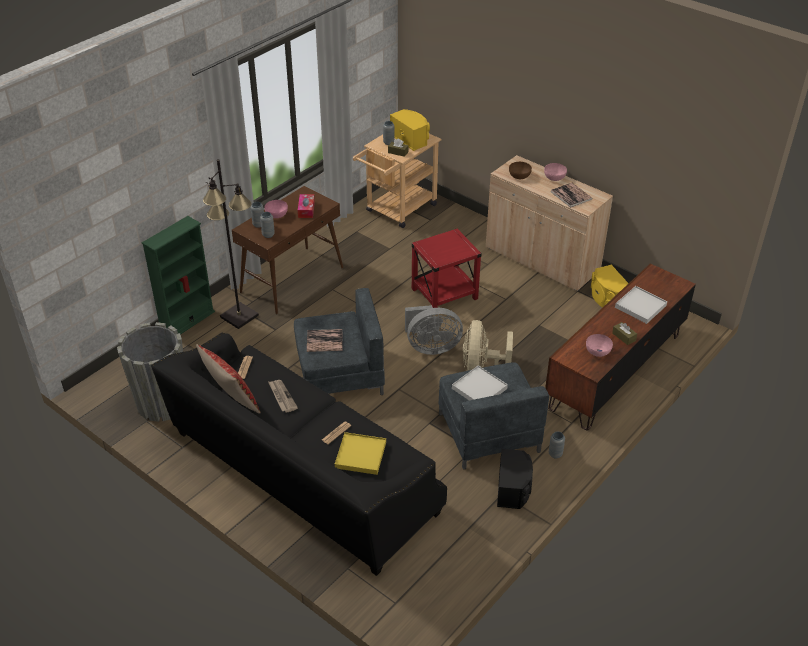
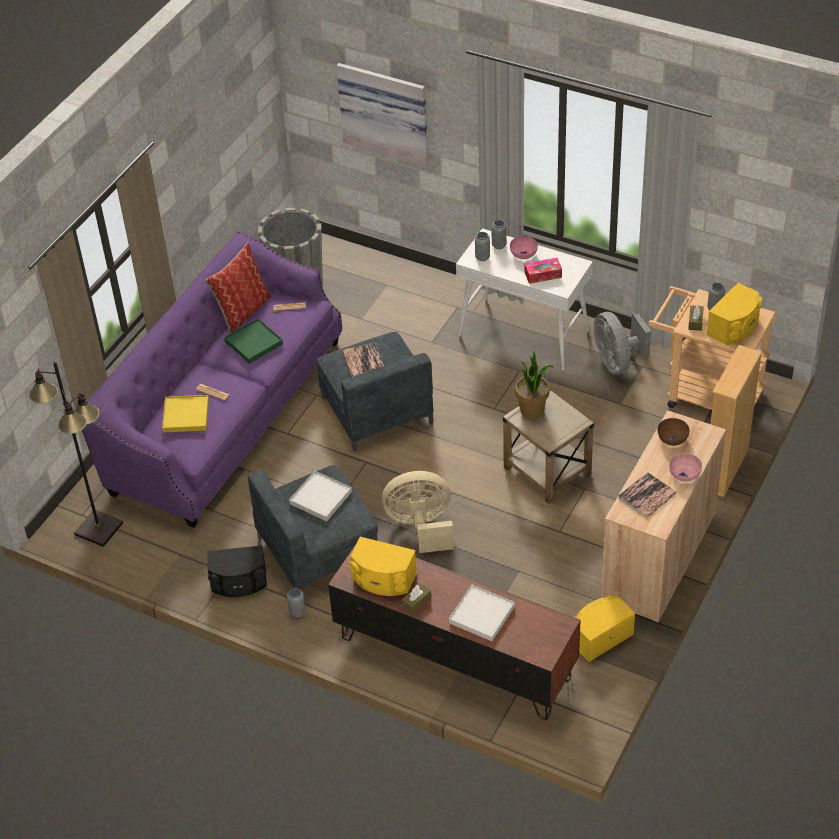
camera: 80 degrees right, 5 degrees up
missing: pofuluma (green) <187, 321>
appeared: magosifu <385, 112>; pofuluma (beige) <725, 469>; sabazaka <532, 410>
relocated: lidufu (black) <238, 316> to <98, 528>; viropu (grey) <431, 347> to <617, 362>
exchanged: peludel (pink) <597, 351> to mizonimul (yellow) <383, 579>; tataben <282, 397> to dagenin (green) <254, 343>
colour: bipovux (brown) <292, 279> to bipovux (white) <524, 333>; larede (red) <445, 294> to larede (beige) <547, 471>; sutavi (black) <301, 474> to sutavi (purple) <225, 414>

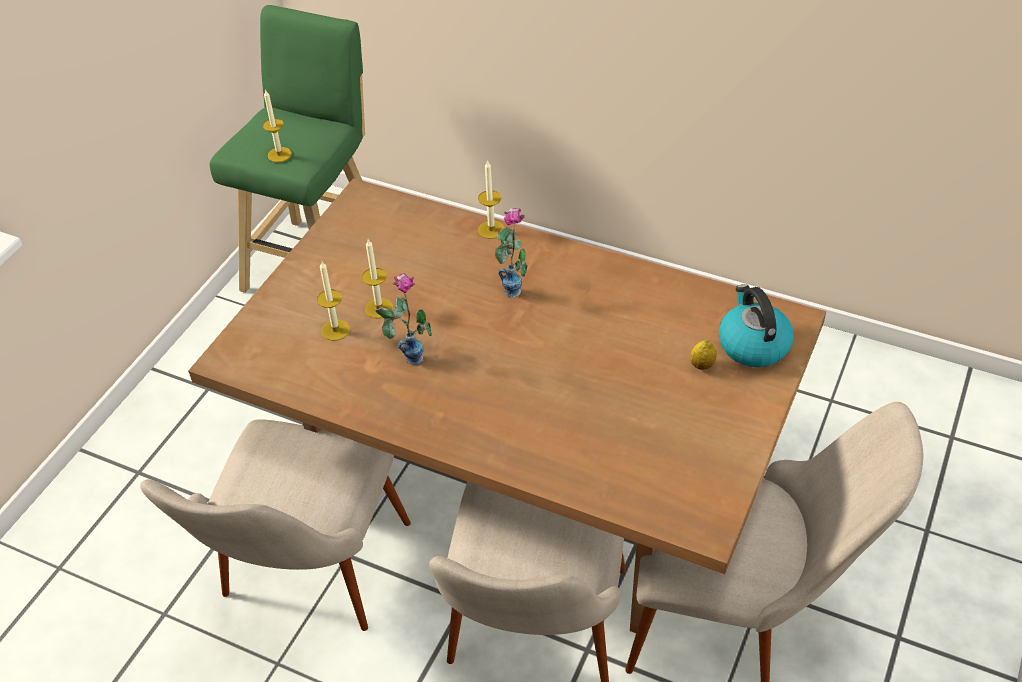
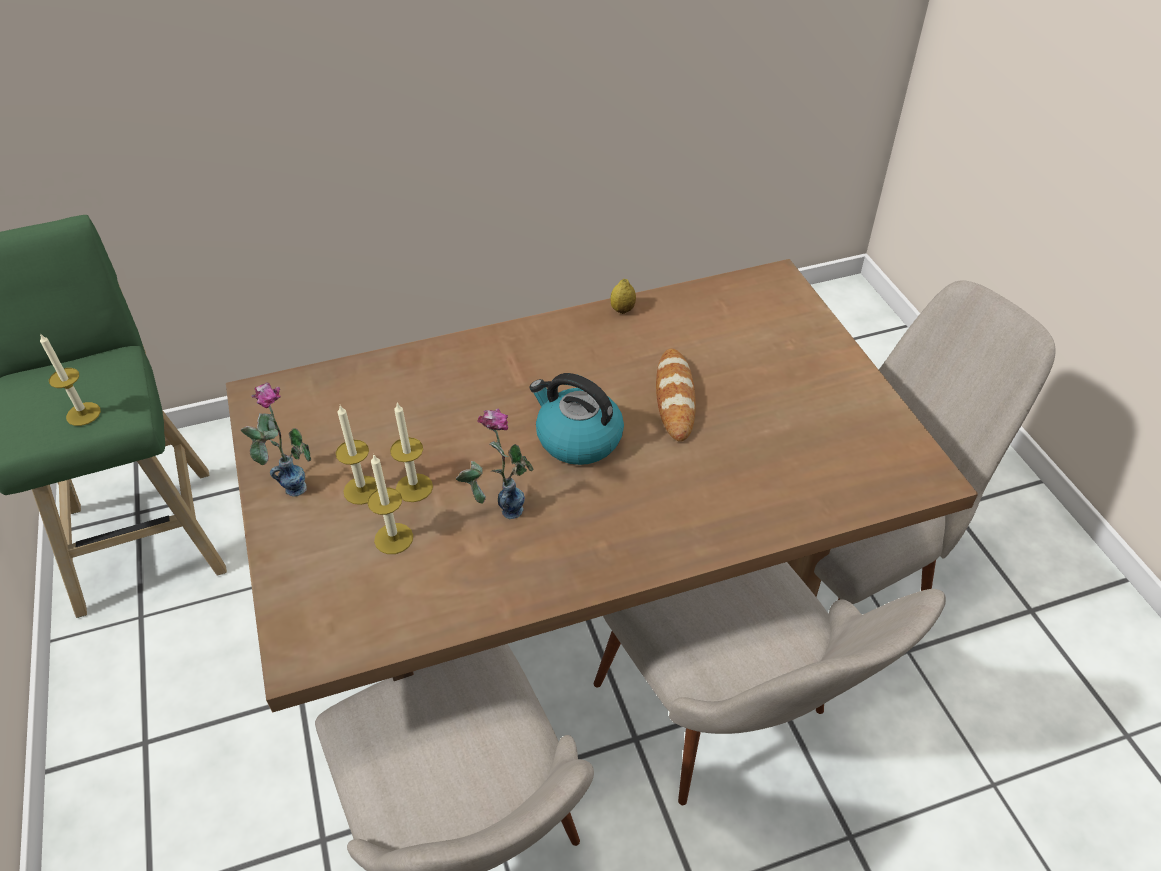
camera: 45 degrees left, 0 degrees up
appeared: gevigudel <675, 398>
relocated: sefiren <491, 229> to <362, 490>; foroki <513, 284> to <288, 480>; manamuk <752, 345> to <577, 439>; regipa <702, 365> to <622, 310>

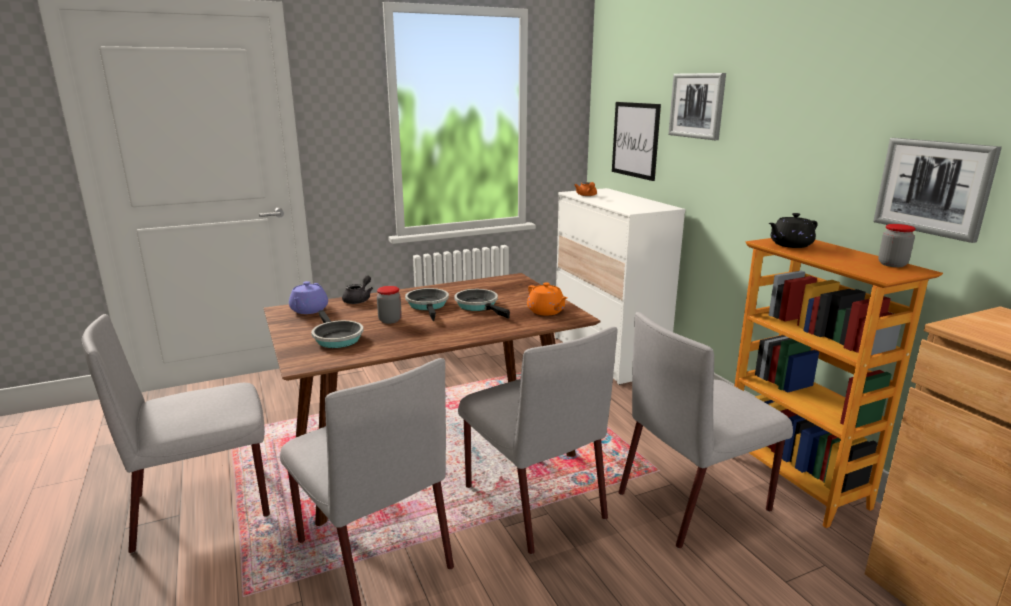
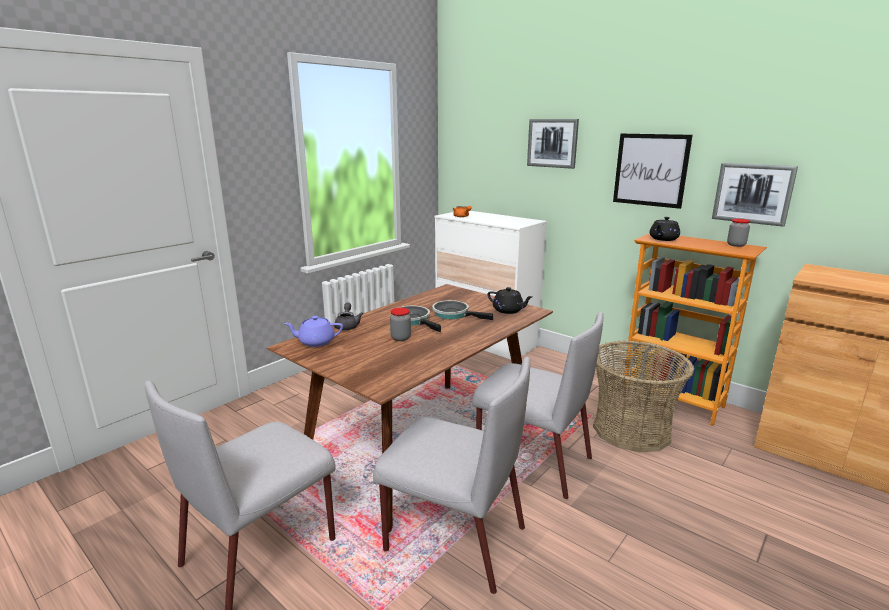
camera: 25 degrees left, 0 degrees up
missing: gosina <336, 338>
relocated: magosifu <635, 140> to <650, 170>
exchanged: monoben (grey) <695, 501> to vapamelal <631, 430>
colour: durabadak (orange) <546, 311> to durabadak (black) <508, 310>
spun: durabadak (purple) <309, 310> = <315, 342> 105 degrees clockwise

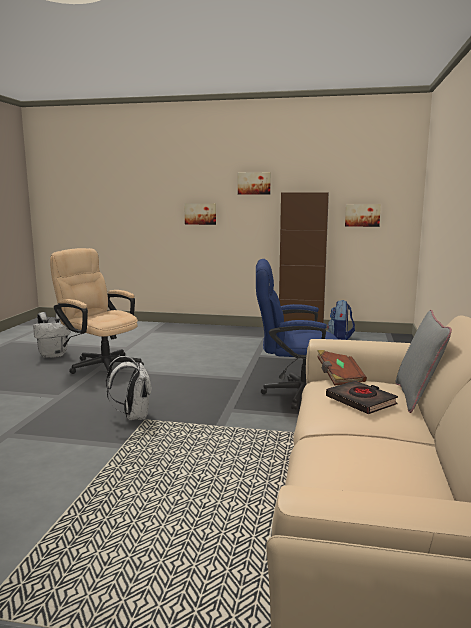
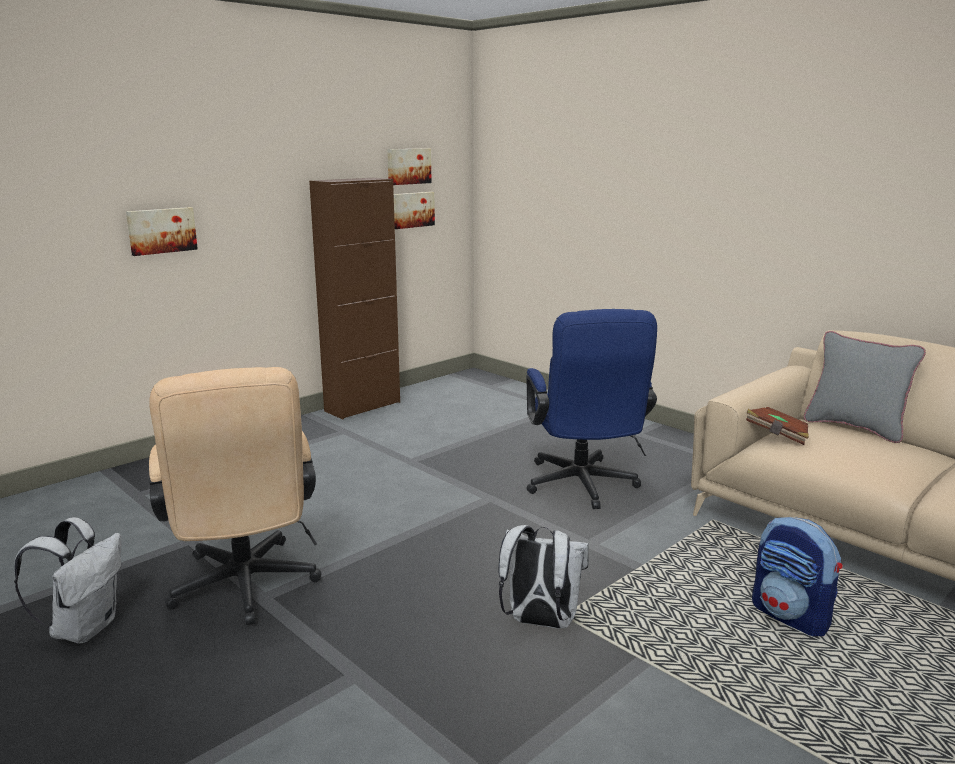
camera: 55 degrees left, 5 degrees up
missing: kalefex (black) <361, 401>
relocated: magosifu <254, 183> to <408, 166>; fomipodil <340, 338> to <791, 616>
spun: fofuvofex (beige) <101, 365> = <245, 590> 90 degrees counterclockwise; fofuvofex (blue) <295, 394> = <582, 487> 45 degrees counterclockwise

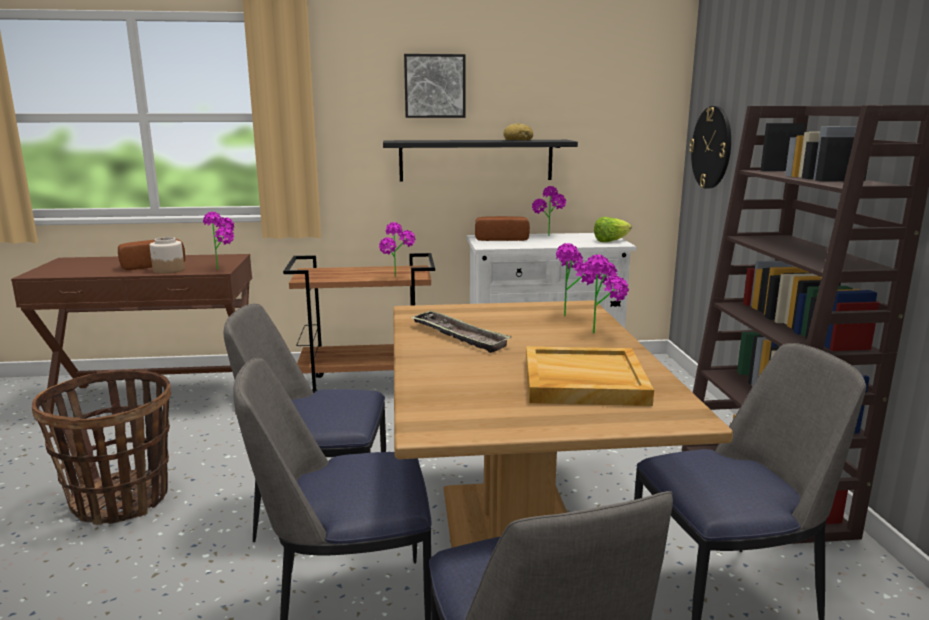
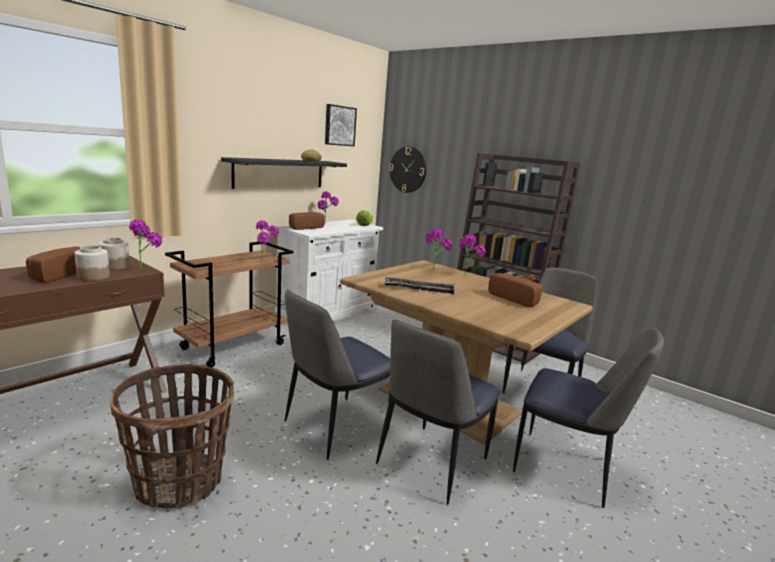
camera: 45 degrees left, 0 degrees up
appeared: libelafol <115, 266>
relocated: magosifu <434, 86> to <339, 125>
exchanged: dagenin (beige) <582, 381> to gevigudel <515, 299>

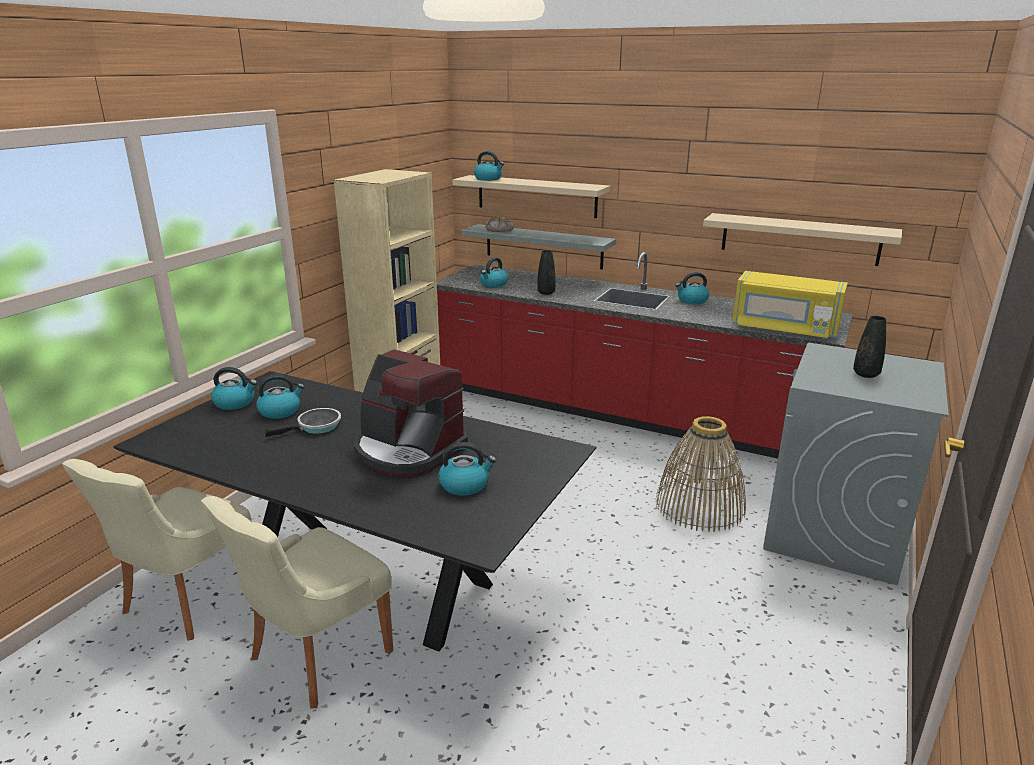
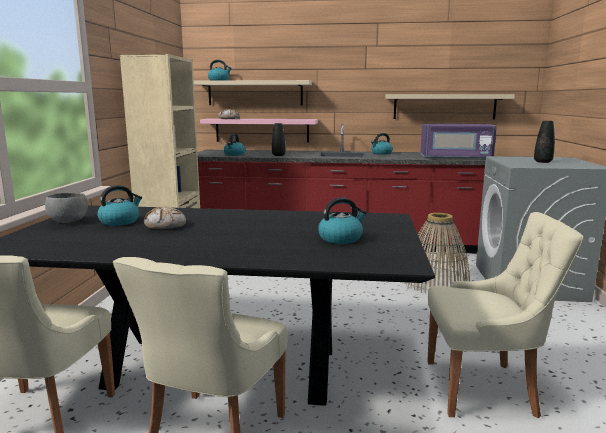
camera: 20 degrees left, 10 degrees down
missing: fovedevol <407, 451>
appeared: monoben (beige) <484, 388>
exchanged: manamuk <235, 403> to peludel (grey) <68, 221>; gosina <316, 427> to gevigudel <165, 226>
colour: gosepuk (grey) <543, 246> to gosepuk (pink) <262, 130>; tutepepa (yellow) <784, 329> to tutepepa (purple) <455, 158>

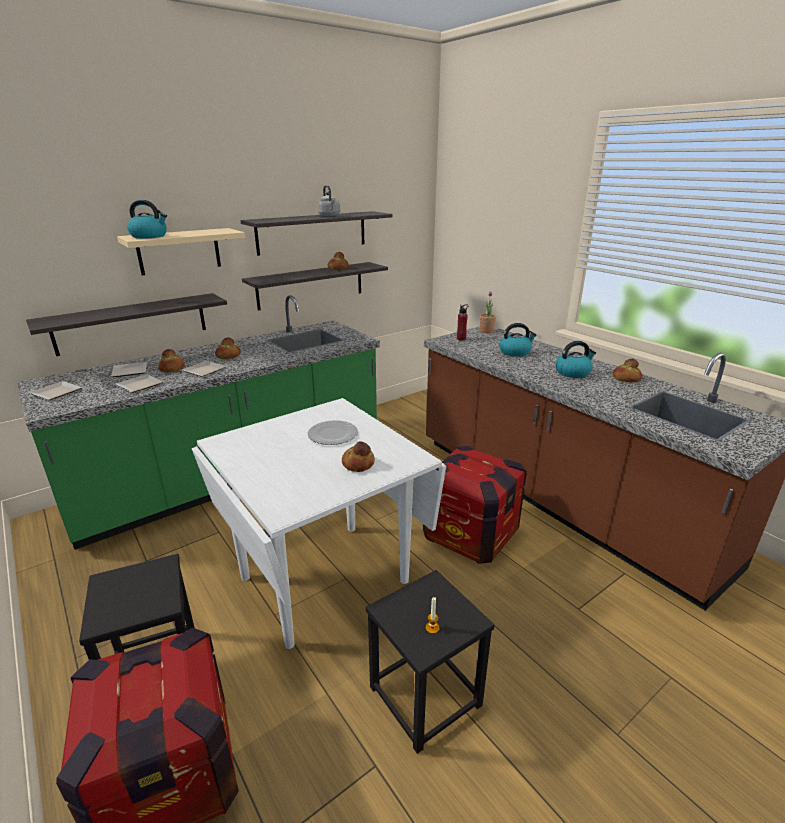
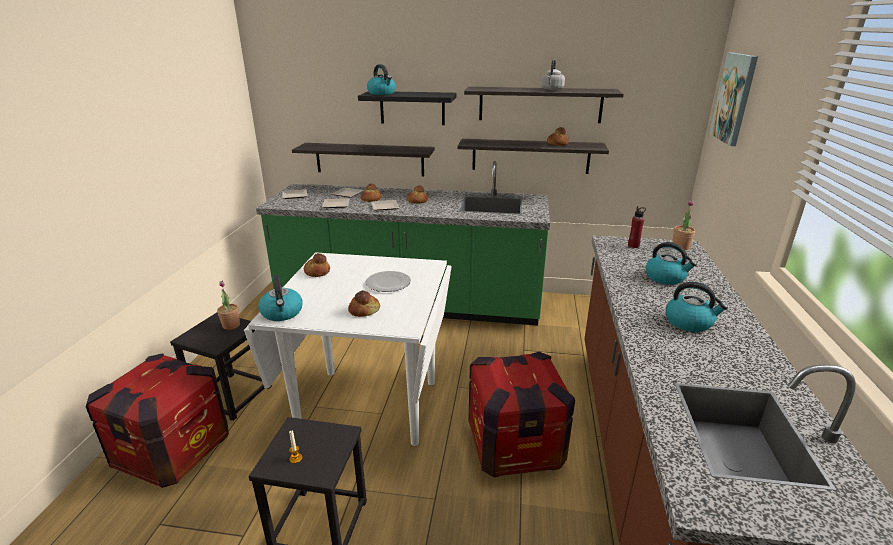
camera: 45 degrees right, 0 degrees up
appeared: magosifu <734, 98>; manamuk <282, 313>; sabazaka <231, 325>
relocated: gevigudel <626, 378> to <317, 272>
colour: gosepuk (beige) <179, 251> to gosepuk (black) <412, 108>

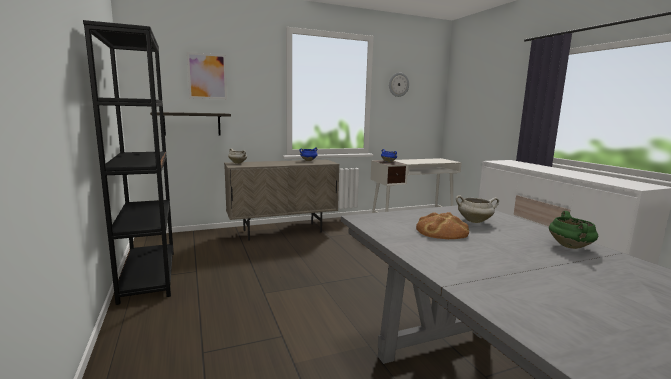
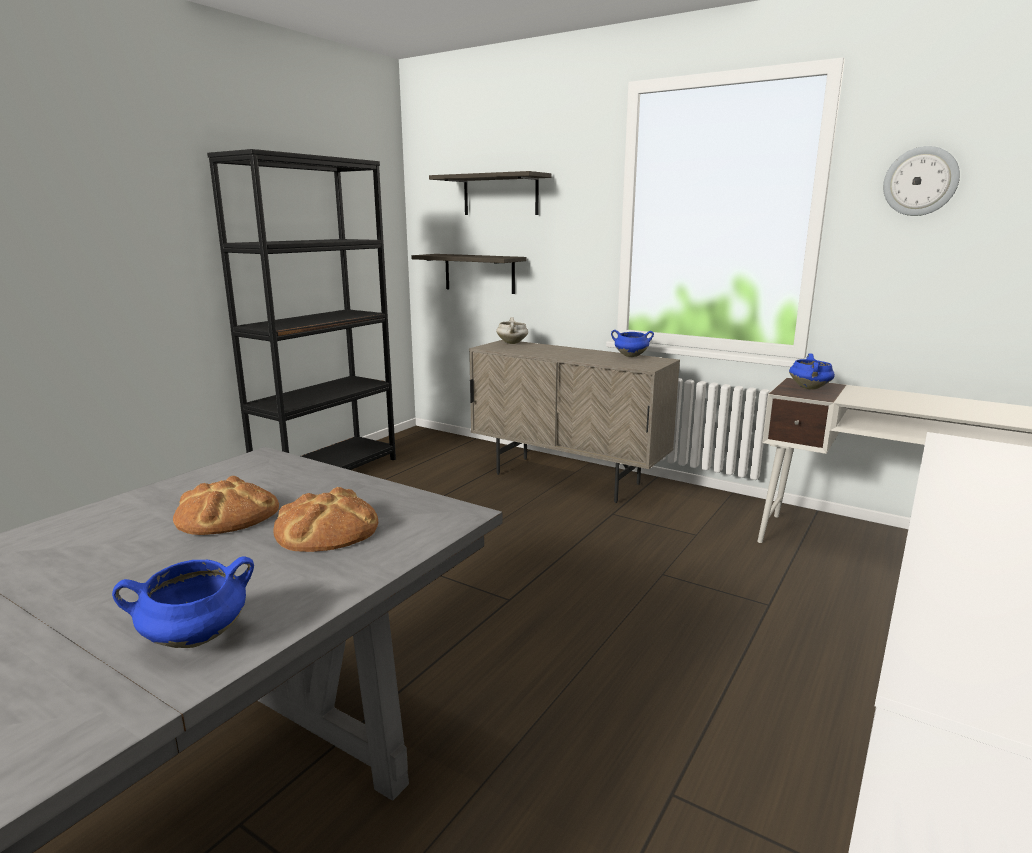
camera: 55 degrees right, 5 degrees up
exchanged: magosifu <207, 76> to gosepuk <500, 195>; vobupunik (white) <475, 221> to gevigudel <327, 528>
colour: vobupunik (green) <571, 246> to vobupunik (blue) <194, 639>

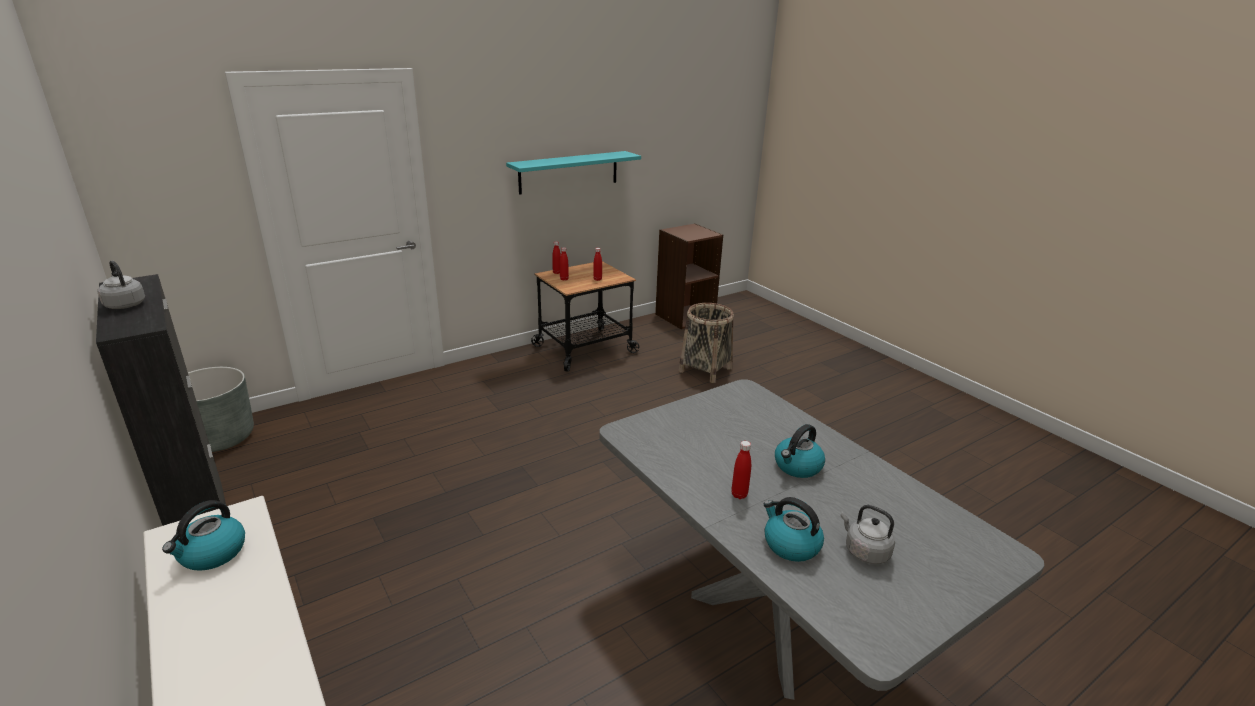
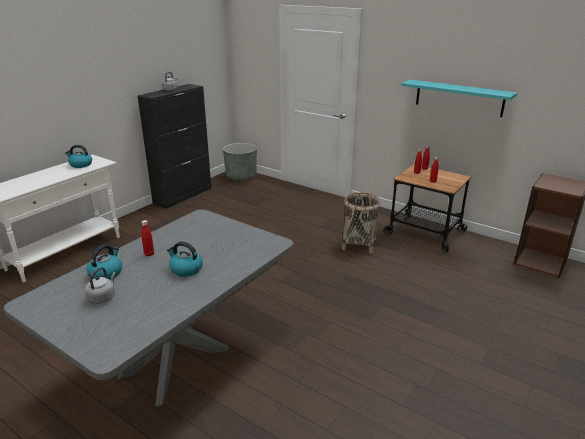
camera: 70 degrees right, 0 degrees up
relocated: vapamelal <705, 369> to <359, 244>

